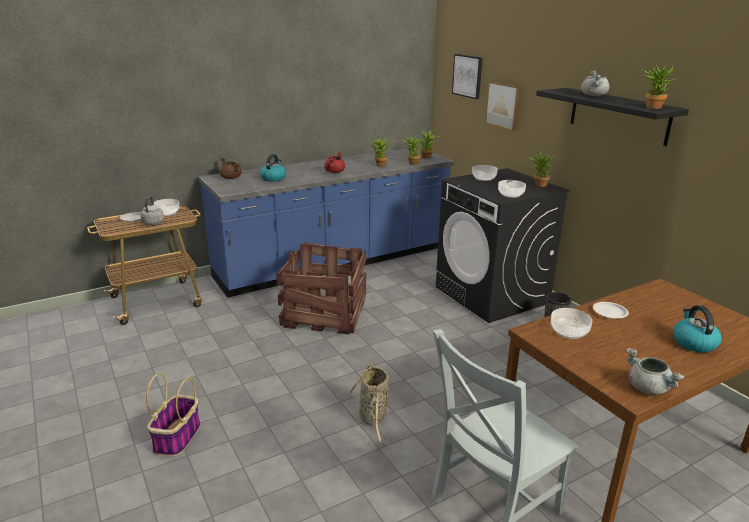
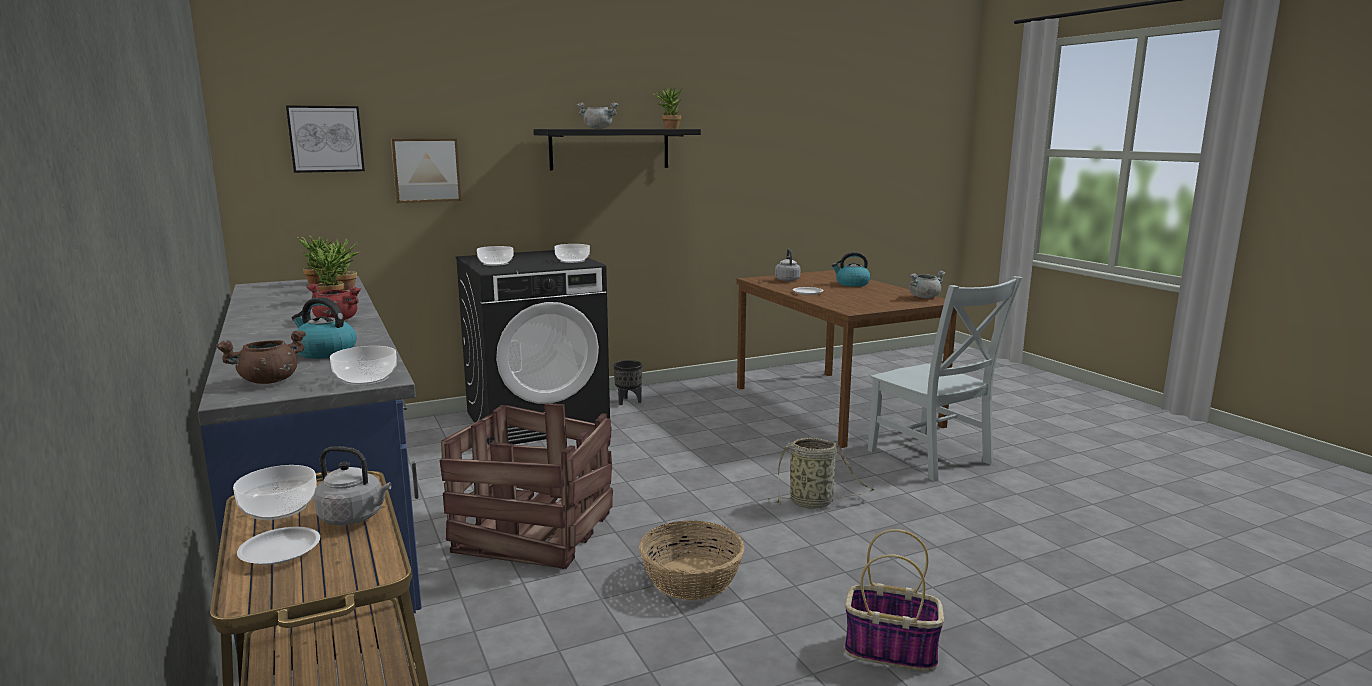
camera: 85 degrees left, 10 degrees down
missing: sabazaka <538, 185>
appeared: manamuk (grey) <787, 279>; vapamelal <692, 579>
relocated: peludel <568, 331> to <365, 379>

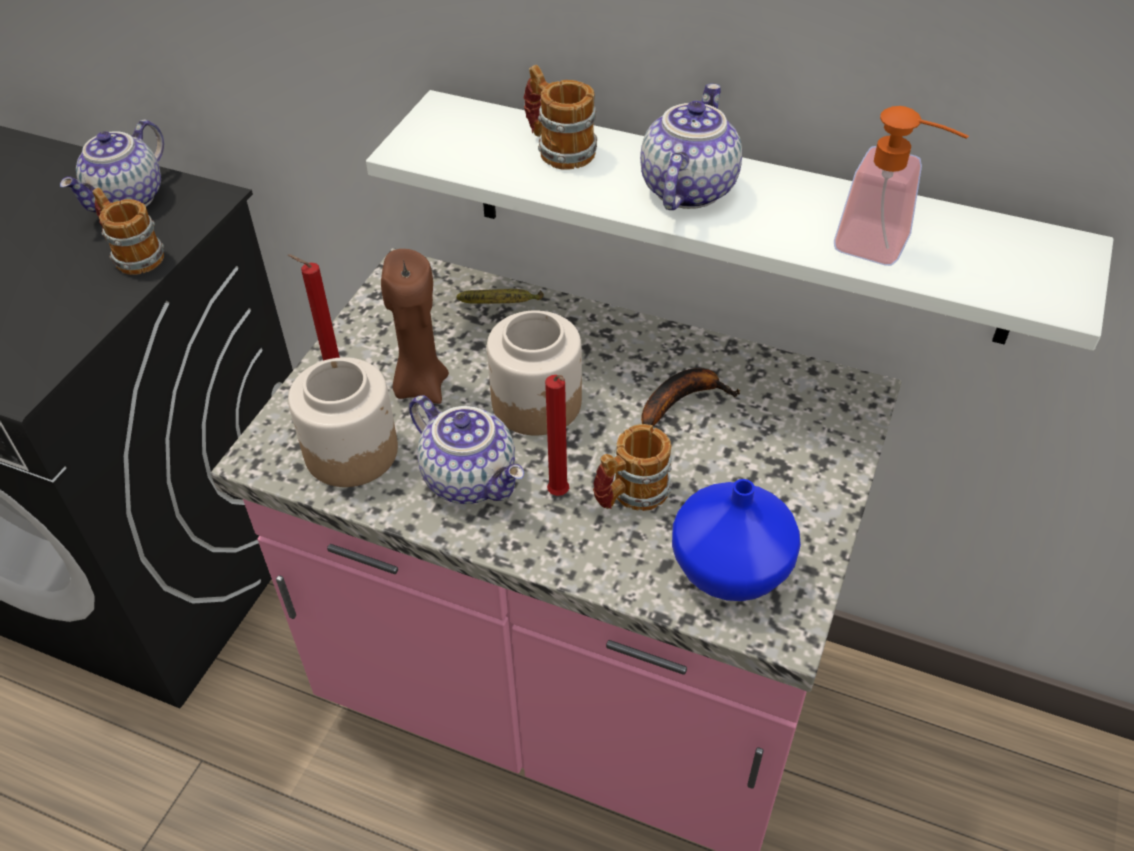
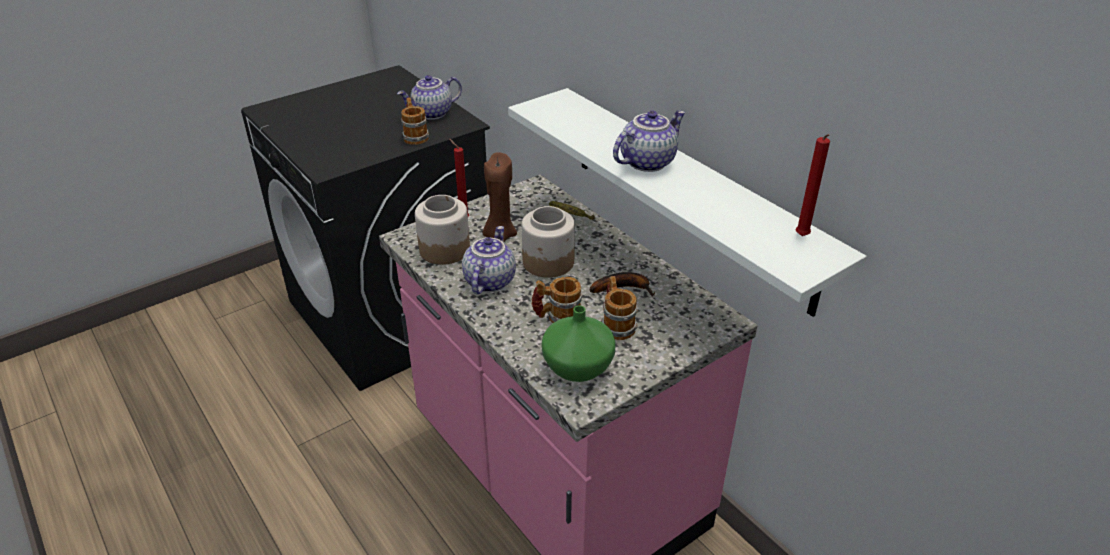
camera: 30 degrees right, 10 degrees down
missing: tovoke <885, 247>
relocated: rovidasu <558, 148> to <616, 324>; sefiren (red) <559, 496> to <802, 237>
colour: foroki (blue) <728, 569> to foroki (green) <576, 367>
spun: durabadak <472, 478> = <488, 281> 150 degrees counterclockwise

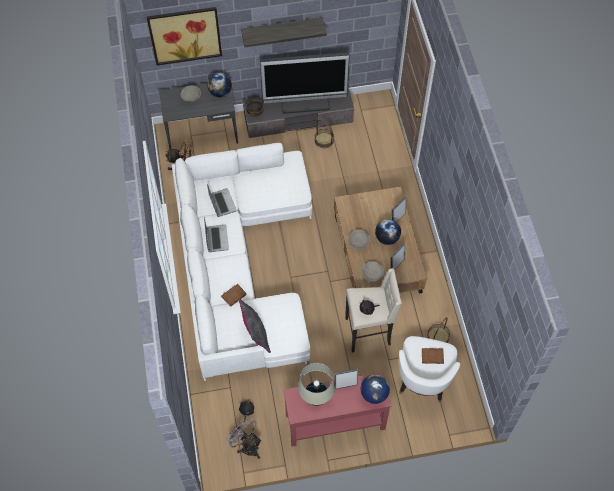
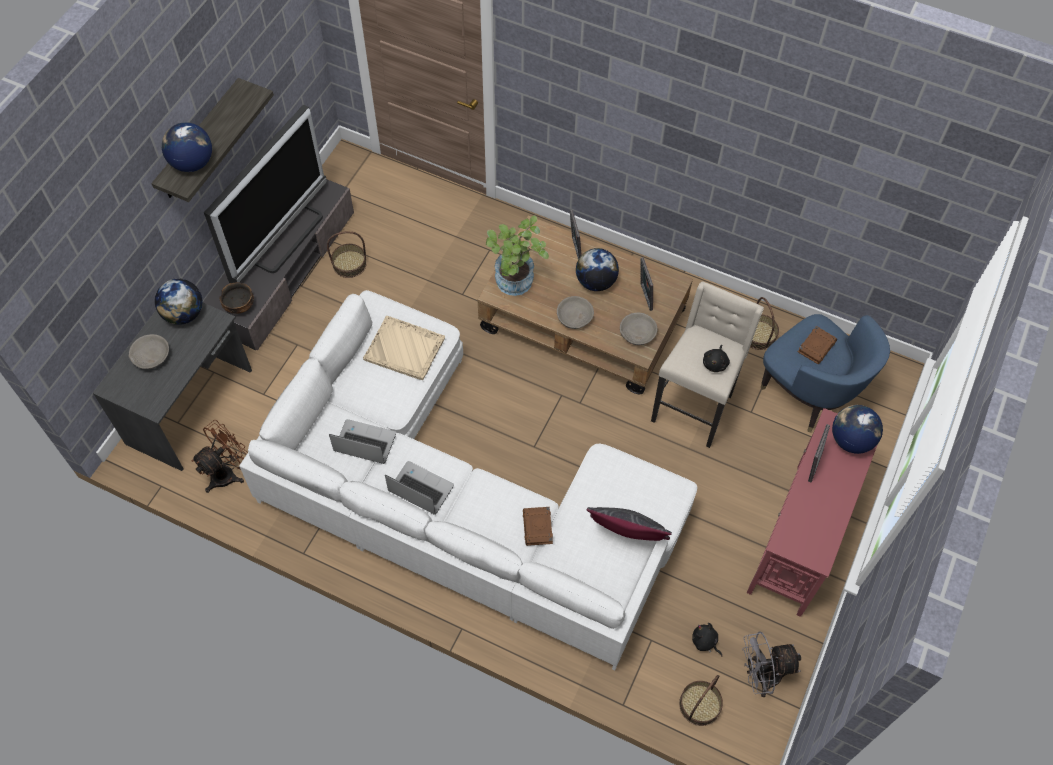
camera: 55 degrees left, 0 degrees up
missing: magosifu <185, 35>; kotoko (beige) <316, 397>
appeared: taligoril <192, 163>; sabazaka <515, 285>; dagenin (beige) <405, 349>; vapamelal <699, 705>
colour: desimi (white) <423, 380> to desimi (blue) <809, 393>

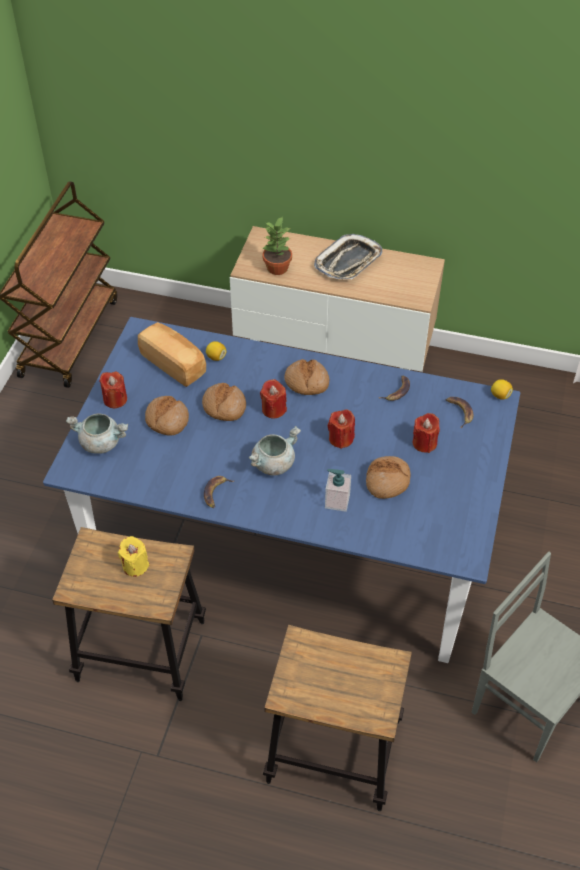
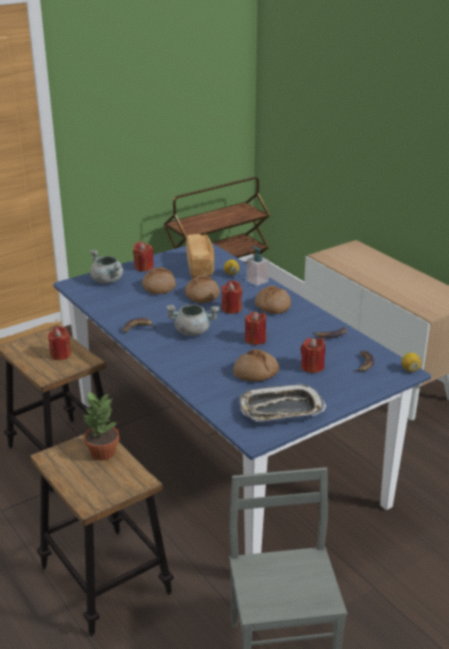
camera: 40 degrees right, 20 degrees down
relocated: sabazaka <276, 268> to <102, 452>; dagenin <348, 262> to <281, 409>; tovoke <337, 501> to <257, 281>
colour: sefiren (yellow) <135, 565> to sefiren (red) <60, 355>

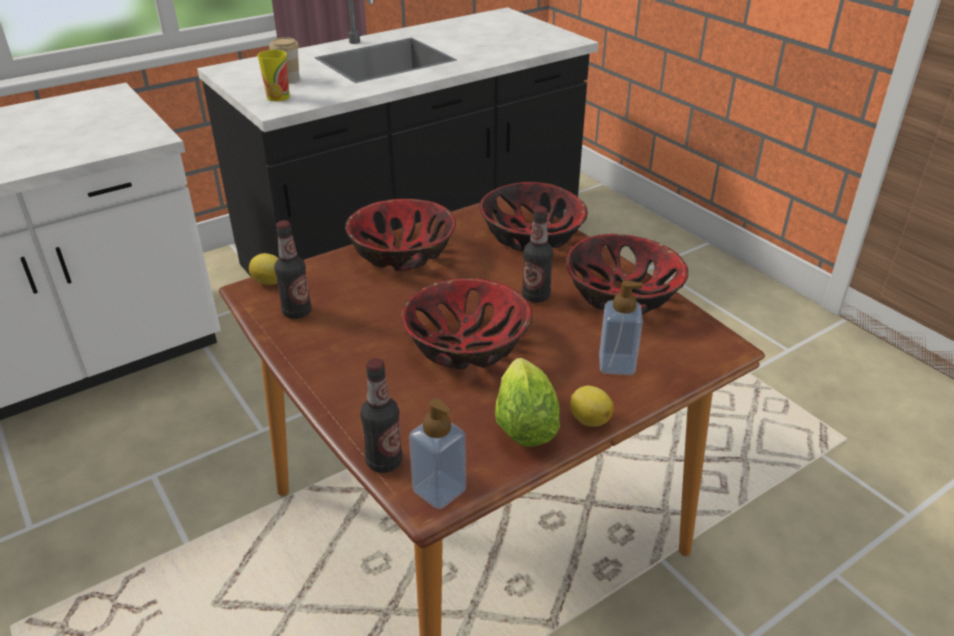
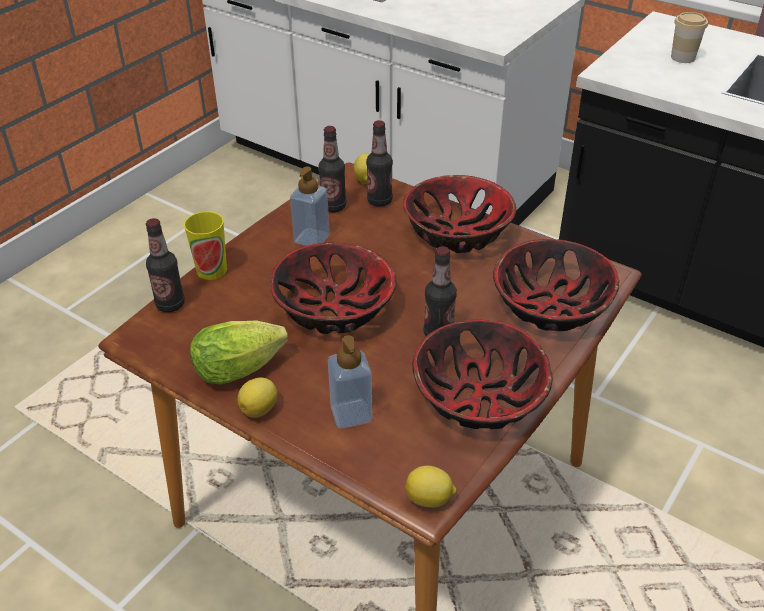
camera: 70 degrees right, 5 degrees up
appeared: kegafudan <379, 201>; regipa <430, 500>
relocated: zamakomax <278, 97> to <211, 270>; tovoke <439, 490> to <311, 239>

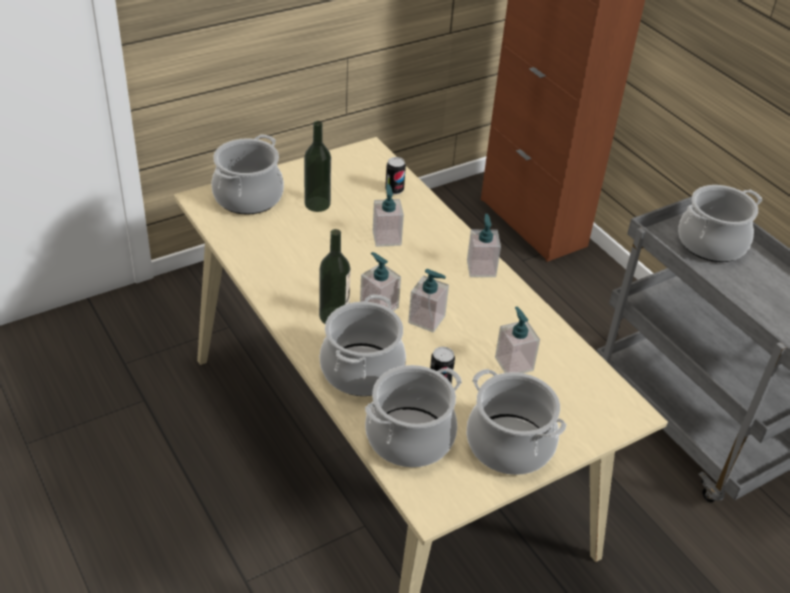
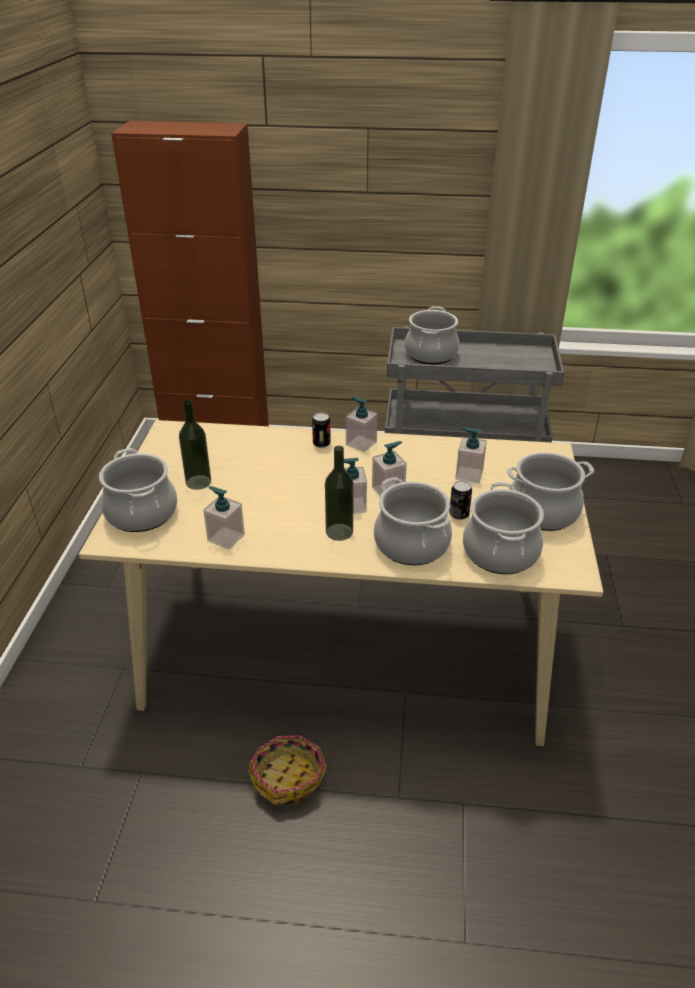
camera: 50 degrees left, 5 degrees down
appeared: vapamelal <288, 777>
relocated: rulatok <394, 190> to <321, 444>; tovoke <386, 238> to <226, 538>

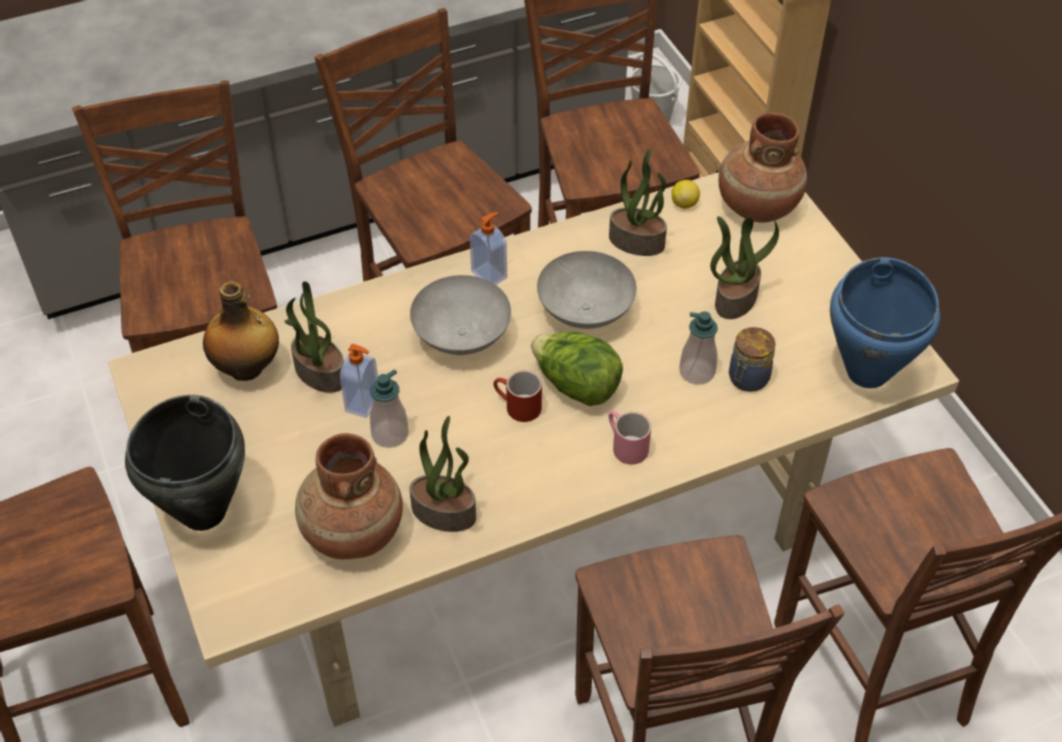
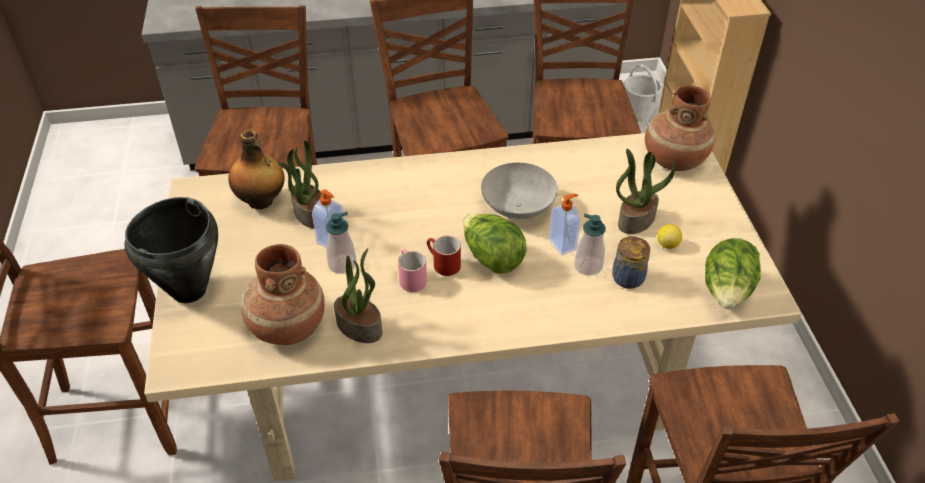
camera: 15 degrees right, 5 degrees down
missing: sabazaka <637, 241>; peludel (grey) <460, 336>
relocated: regipa <684, 204> to <667, 244>; tovoke <490, 274> to <563, 244>; rovidasu (pink) <624, 446> to <410, 278>
exchanged: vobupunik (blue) <868, 372> to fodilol <726, 292>

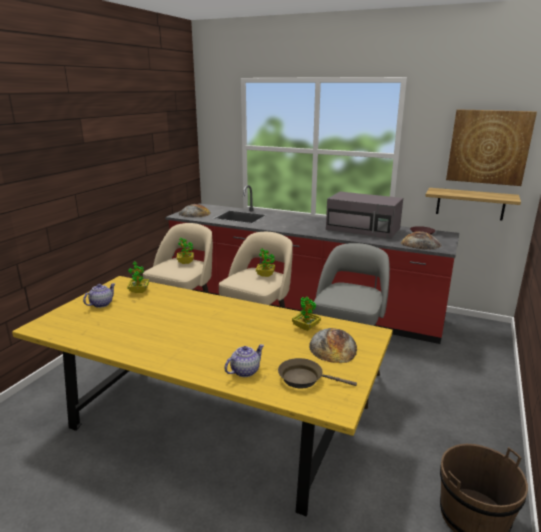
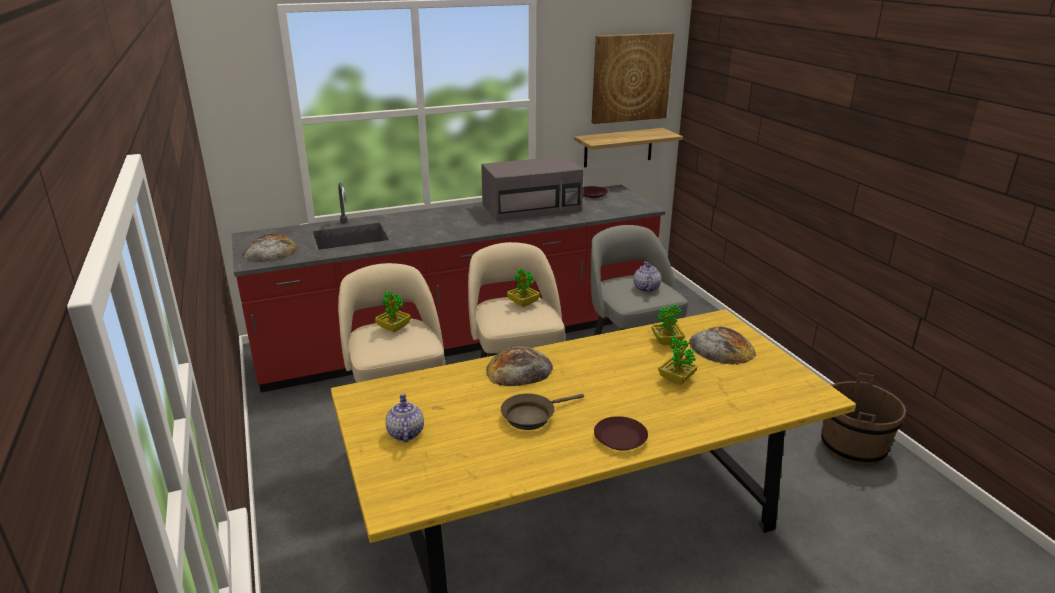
camera: 45 degrees left, 5 degrees up
appeared: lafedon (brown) <619, 438>
relocated: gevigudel <420, 244> to <519, 369>; sabazaka <139, 291> to <676, 379>; durabadak <245, 371> to <646, 288>; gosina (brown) <304, 379> to <532, 416>

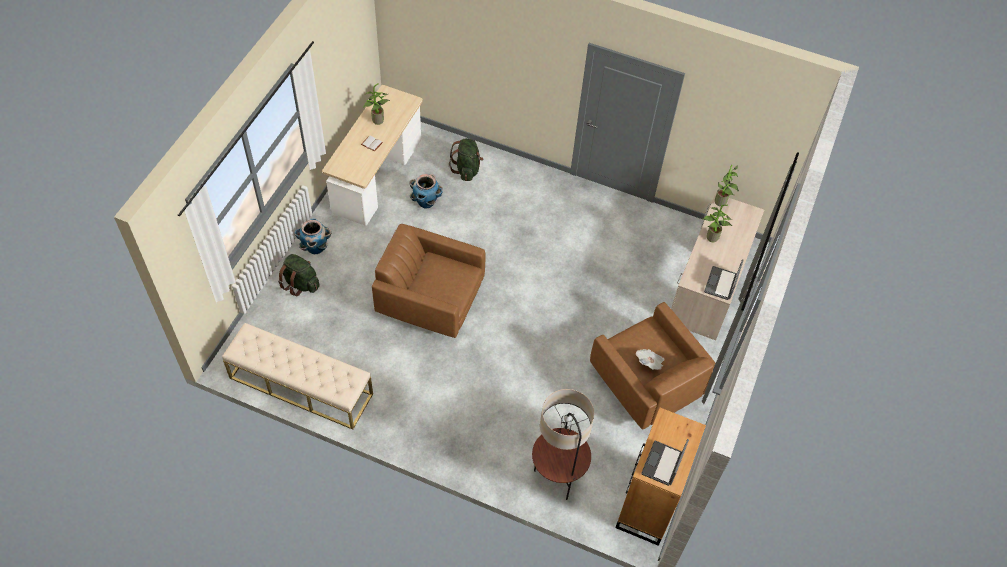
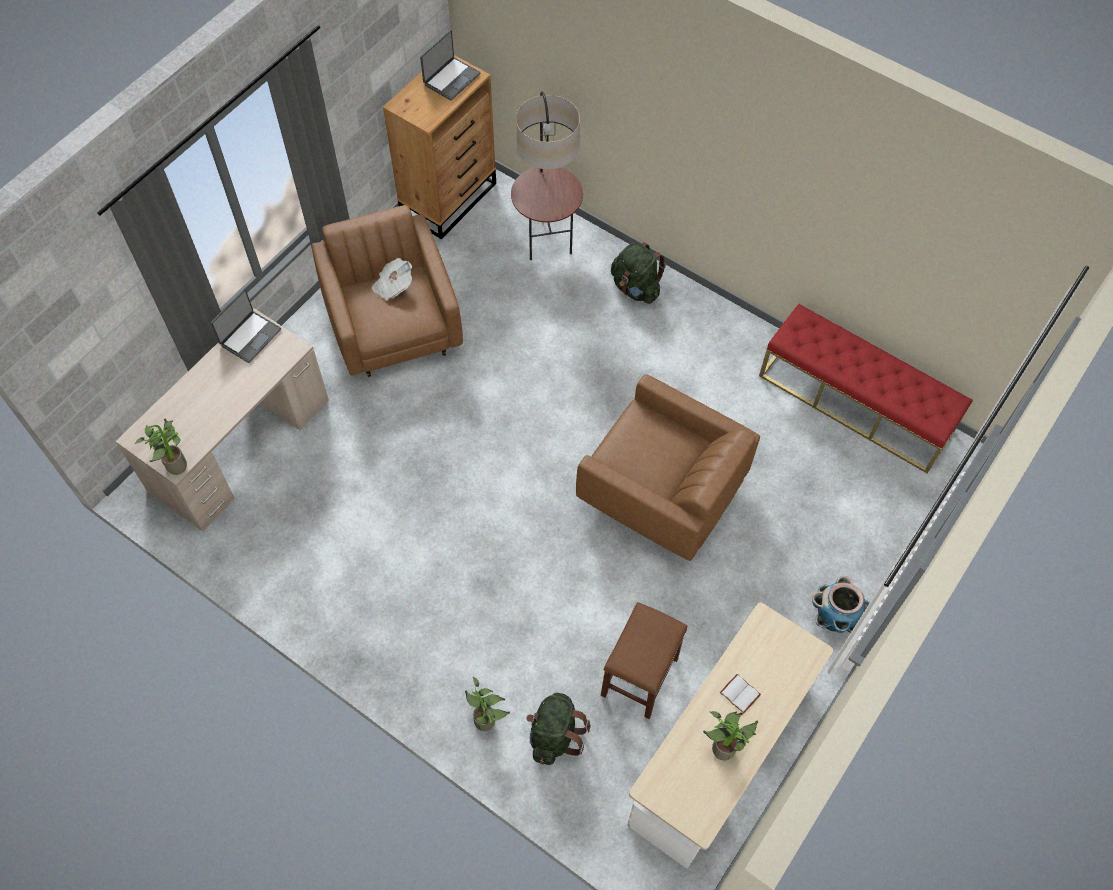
camera: 165 degrees left, 5 degrees up
relocated: sabazaka <710, 238> to <488, 720>; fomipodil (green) <300, 284> to <635, 288>
exchanged: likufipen <426, 202> to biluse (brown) <639, 675>
colour: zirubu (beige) <300, 386> to zirubu (red) <856, 403>

